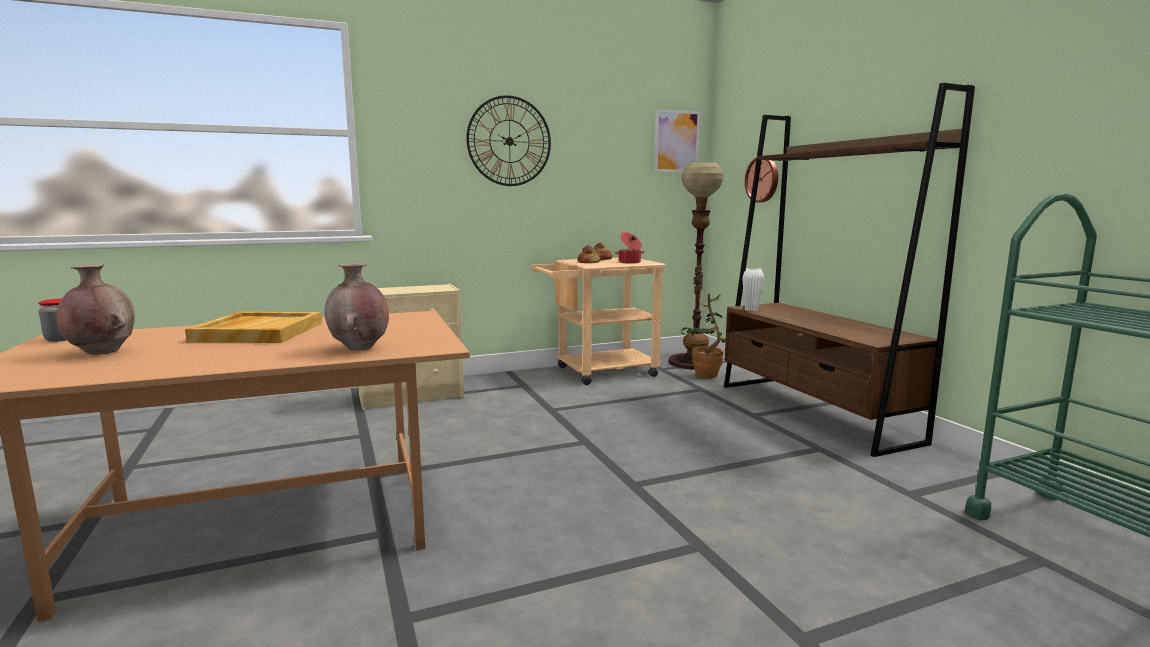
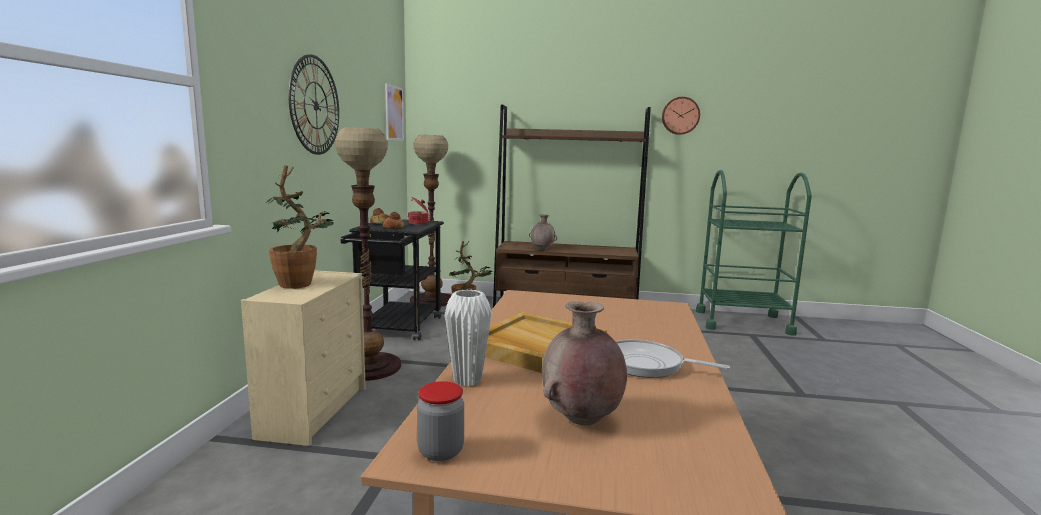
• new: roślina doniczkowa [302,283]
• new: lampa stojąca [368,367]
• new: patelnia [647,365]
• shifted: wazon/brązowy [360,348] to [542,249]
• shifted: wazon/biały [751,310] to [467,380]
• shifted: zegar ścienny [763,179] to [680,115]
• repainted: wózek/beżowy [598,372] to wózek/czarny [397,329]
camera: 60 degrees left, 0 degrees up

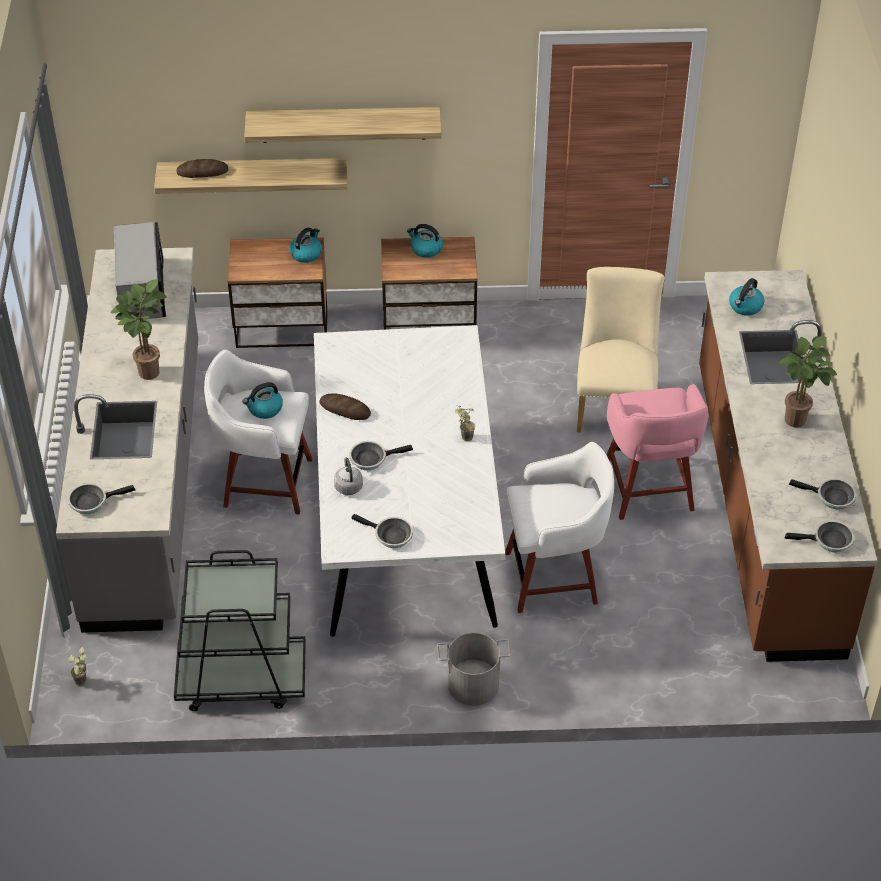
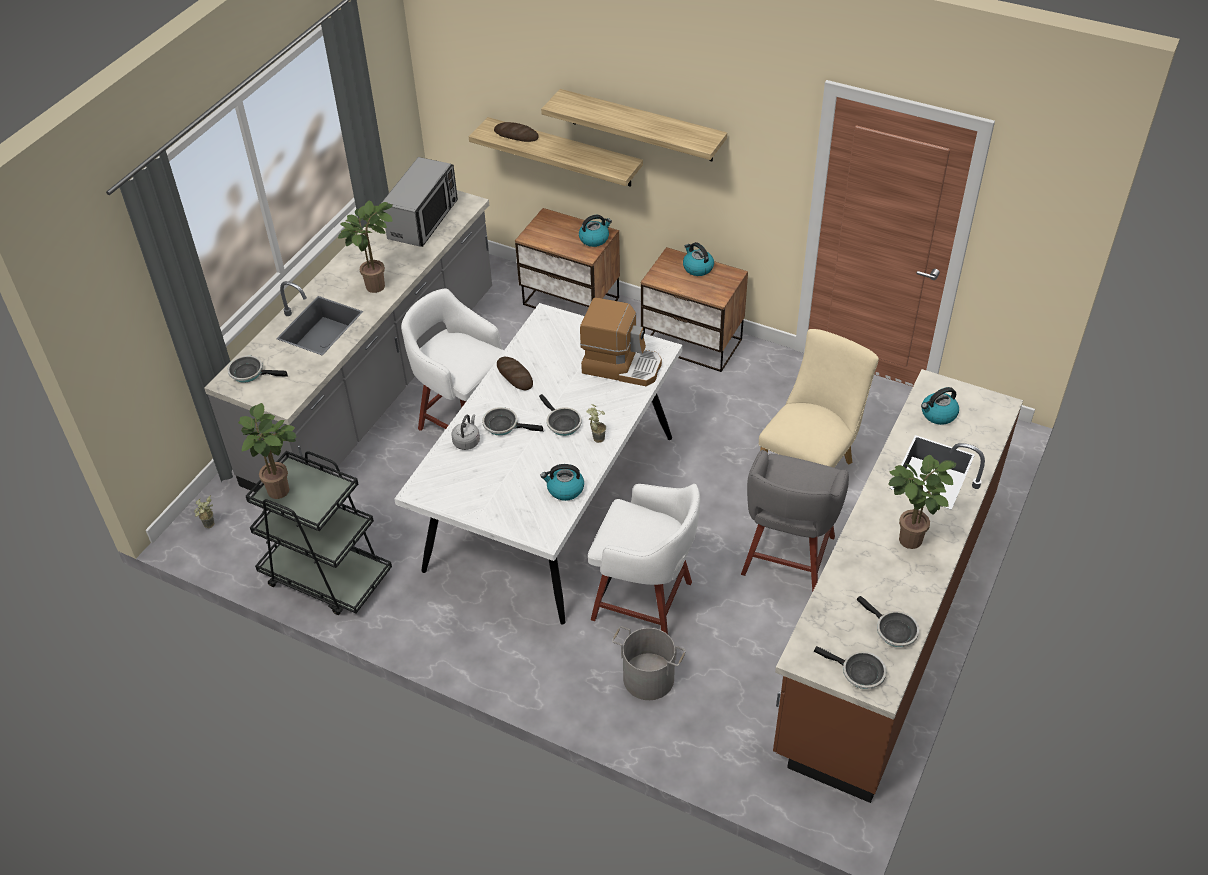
• new: roślina doniczkowa [281,492]
• new: ekspres do kawy [621,365]
• shifted: czajnik [264,409] to [564,489]
• shifted: patelnia [390,535] to [562,423]
• shifted: wiadro/szary [473,683] to [649,677]
• repainted: stołek/różowy [648,490] to stołek/szary [786,558]
camera: 30 degrees right, 0 degrees up

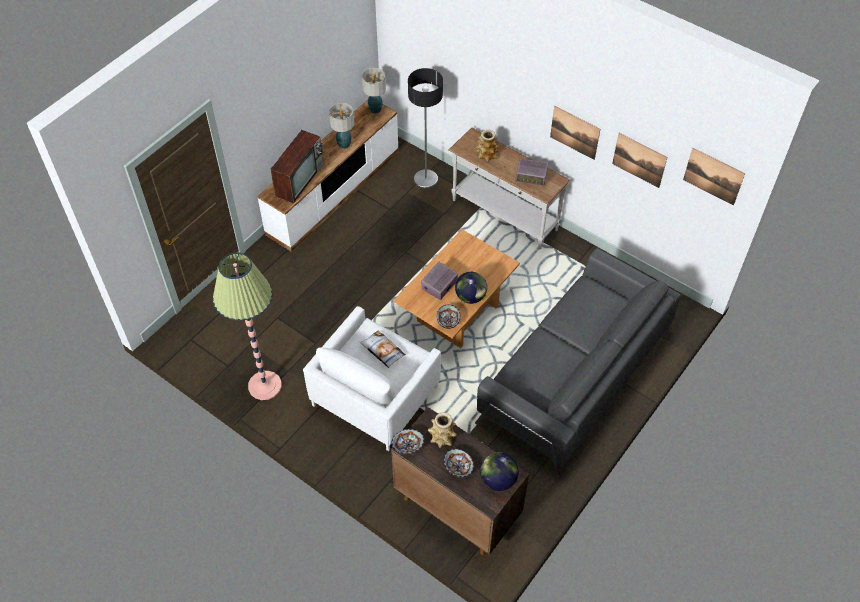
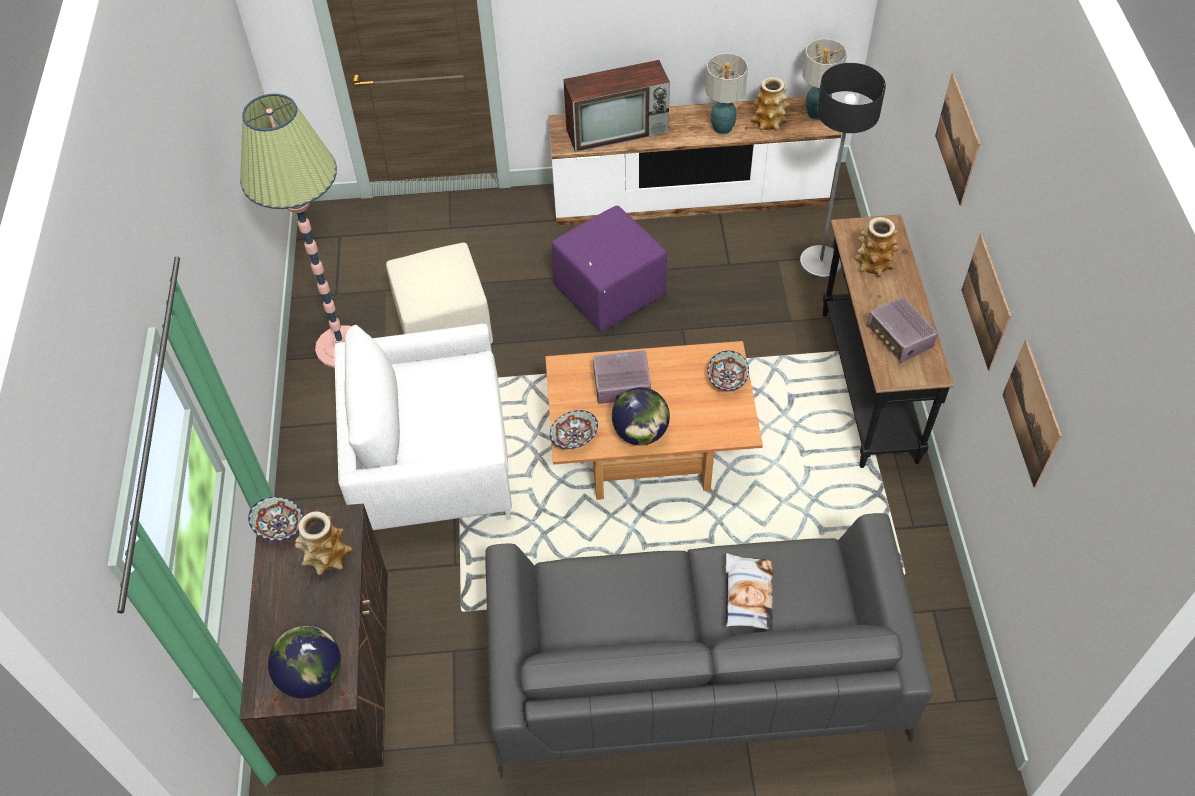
• new: pufa/beżowy [445,327]
• new: pufa/fioletowy [609,293]
• new: wazon [769,122]
• shifted: poduszka [382,351] to [747,594]
• shifted: miska [458,467] to [726,378]
• shifted: obraz [713,176] to [957,139]
• repainted: stolik konsolowy/biały [504,216] to stolik konsolowy/czarny [866,385]
camera: 50 degrees right, 0 degrees up

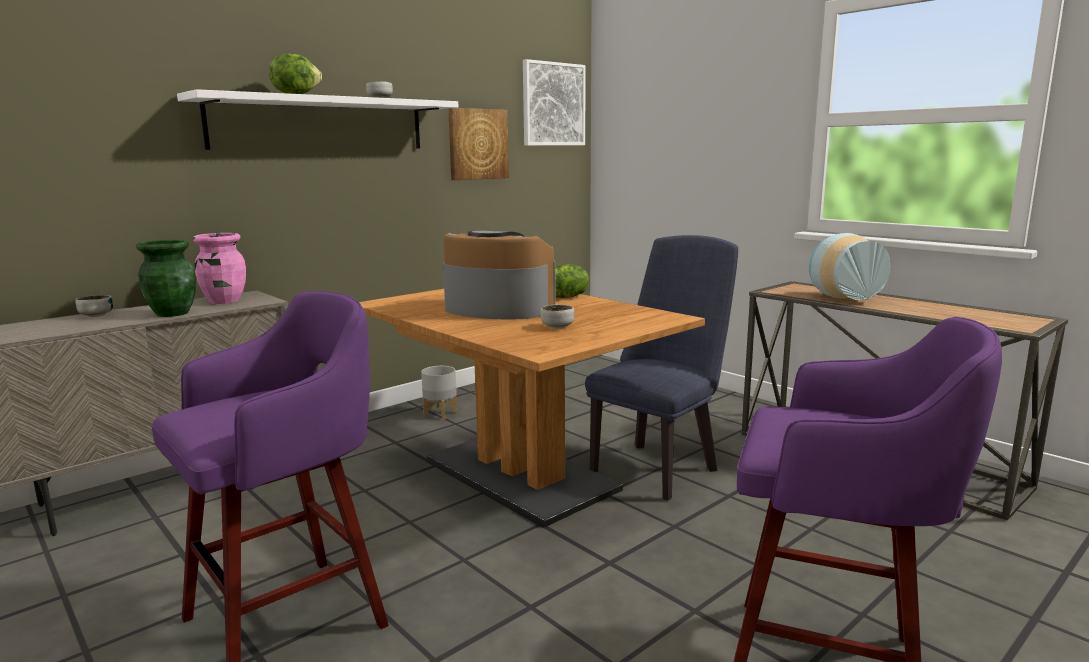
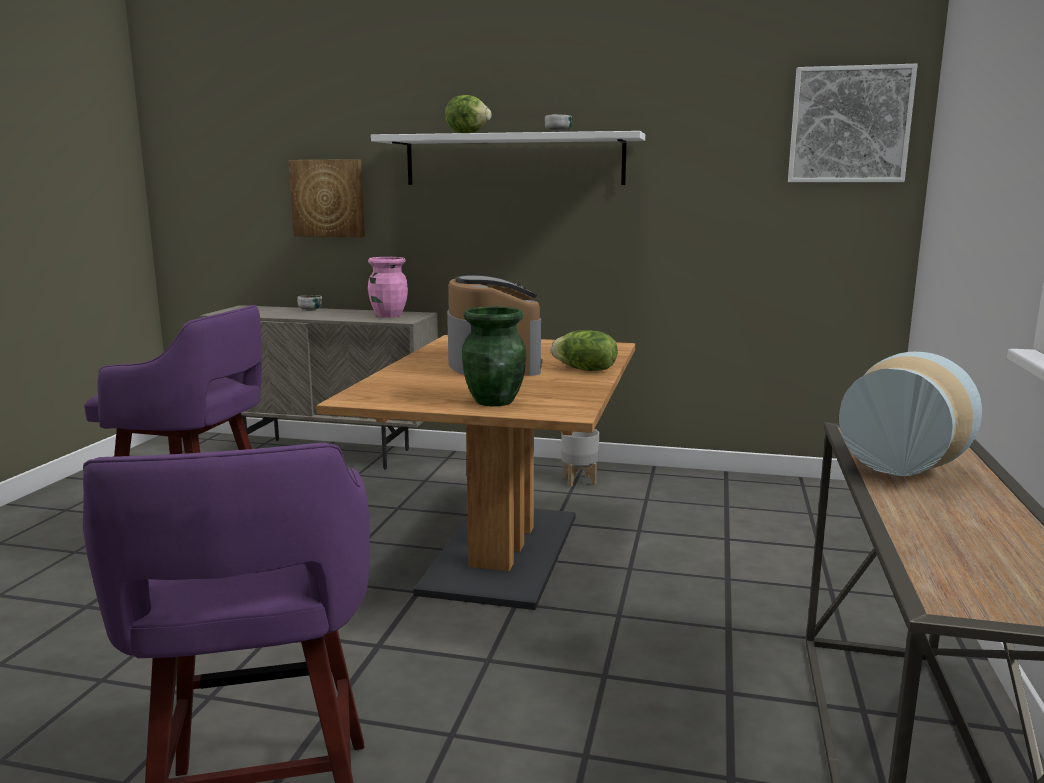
• gone: miska [557,327]
• gone: krzesło/niebieski [659,467]
• shifted: wazon/zielony [173,313] to [495,401]
• shifted: obraz [477,144] to [328,198]
camera: 55 degrees right, 0 degrees up

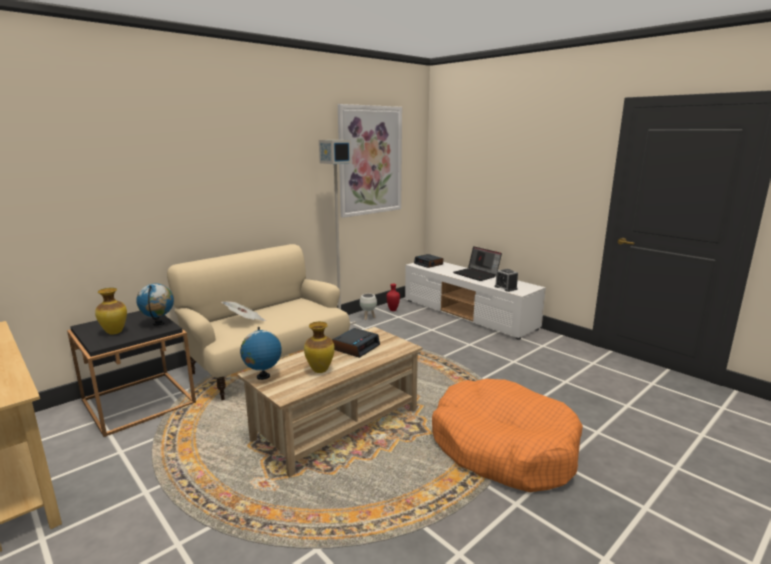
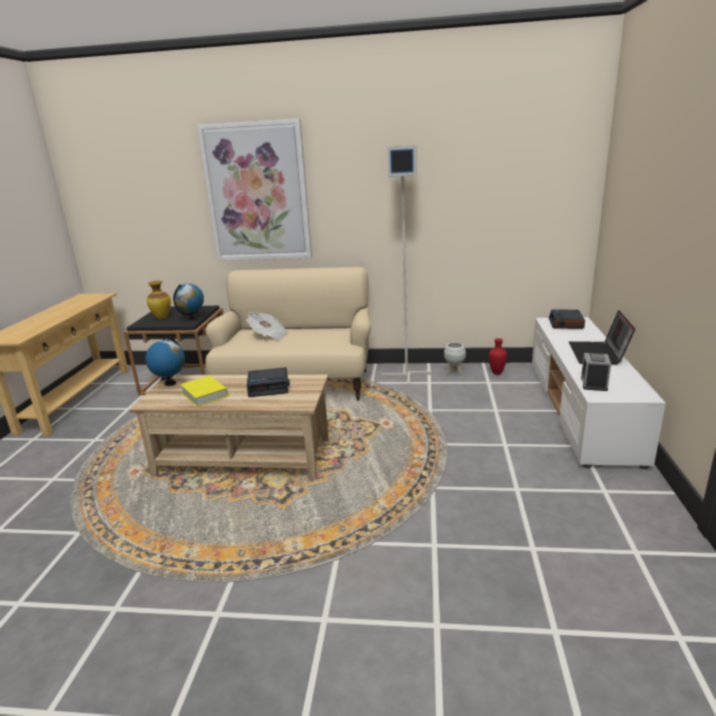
• gone: legowisko/pomarańczowy [503,447]
• shifted: obraz [370,160] to [257,193]
• swapped: wazon [319,370] to książka/żółty [205,394]
camera: 50 degrees right, 5 degrees up

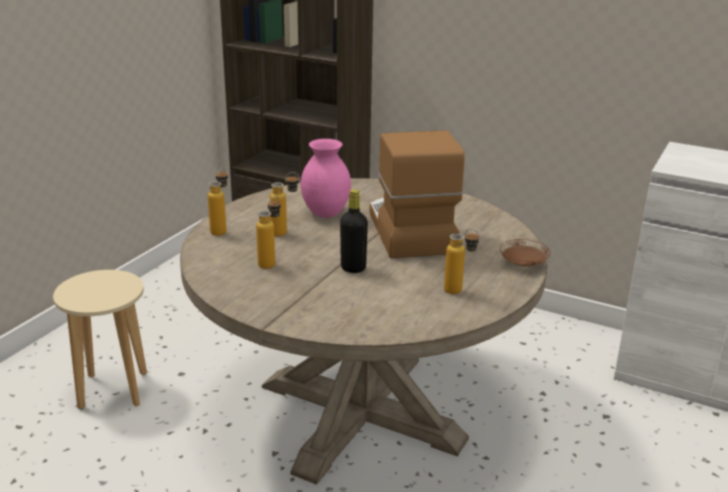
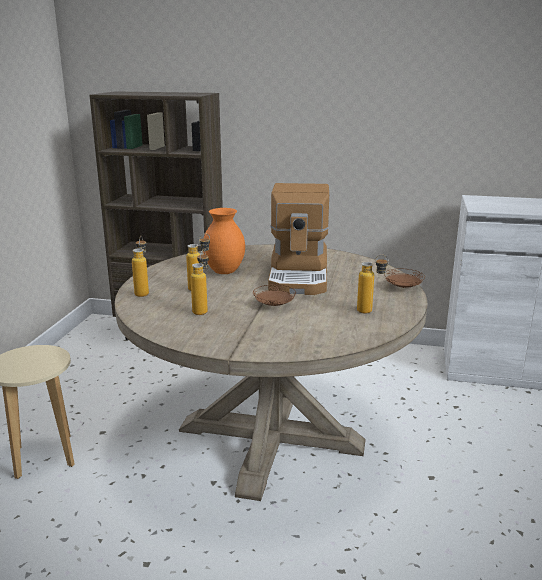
• swapped: butelka/czarny [353,268] to talerz/brązowy [274,306]
• repainted: wazon/różowy [326,213] to wazon/pomarańczowy [224,271]
• rotated: ekspres do kawy [409,231] = [300,276] 150 degrees counterclockwise
camera: 15 degrees left, 5 degrees down

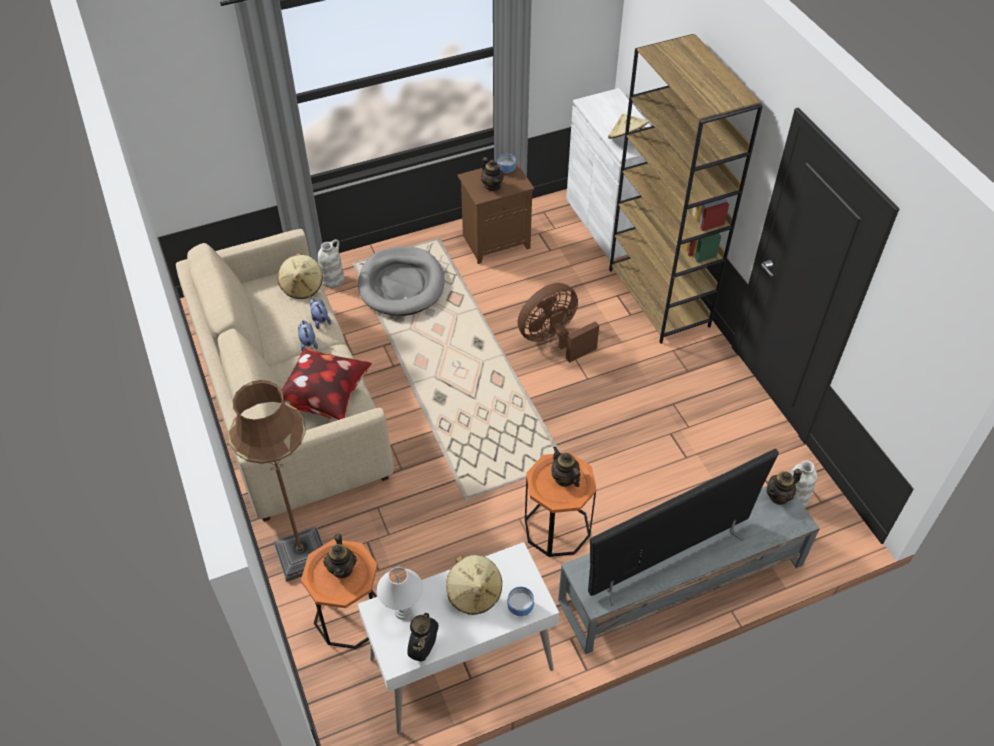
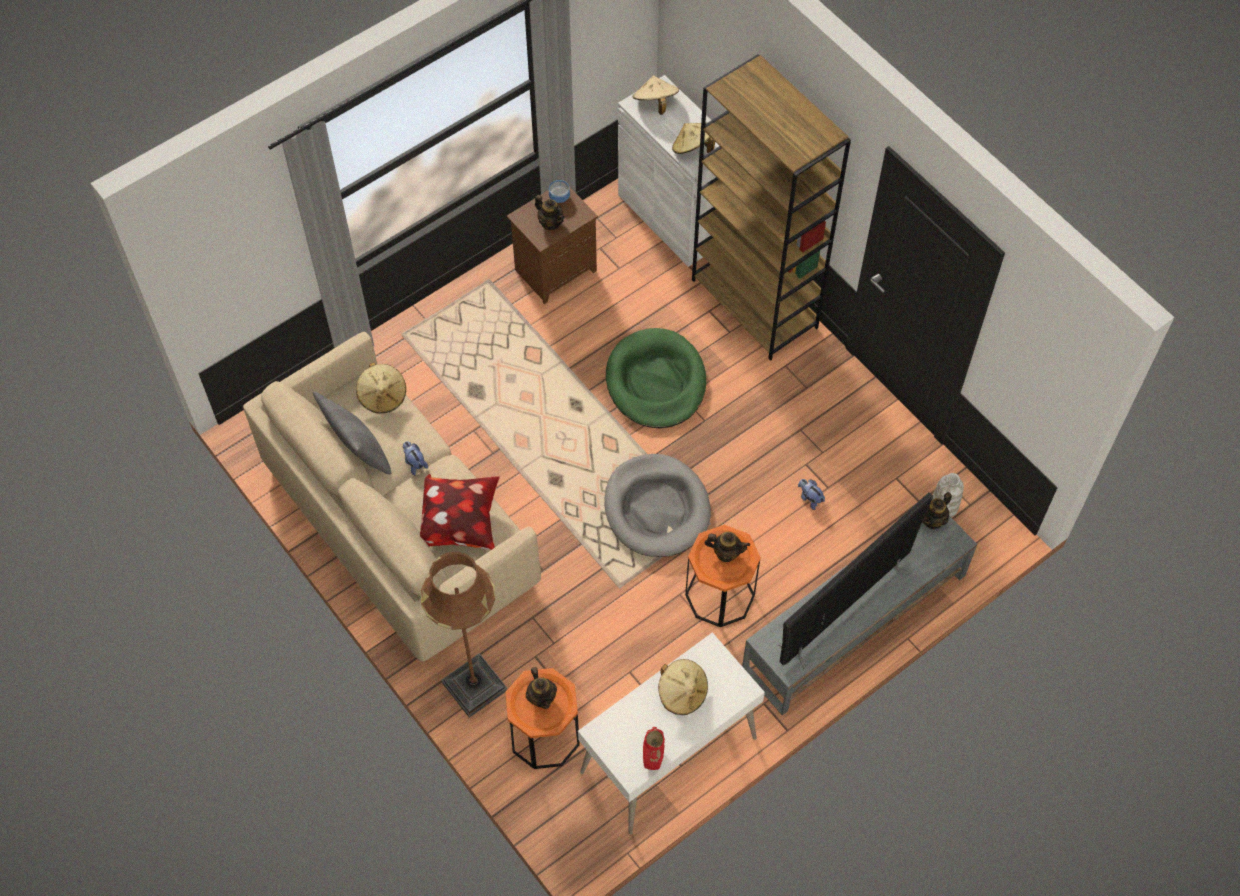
• gone: wazon/biały [332,279]
• gone: lampa stołowa/biały [403,611]
• gone: miska [519,607]
• new: poduszka/szary [359,451]
• new: kapelusz/beżowy [655,103]
• shifted: pluszak [320,320] to [809,498]
• shifted: legowisko/szary [401,284] to [656,508]
• swapped: wentylator/brązowy [553,340] to legowisko/zielony [656,382]
• repainted: wazon/czarny [423,648] to wazon/czerwony [653,756]
• rotated: imbryk [564,478] = [726,553] 150 degrees clockwise
camera: 15 degrees left, 10 degrees up

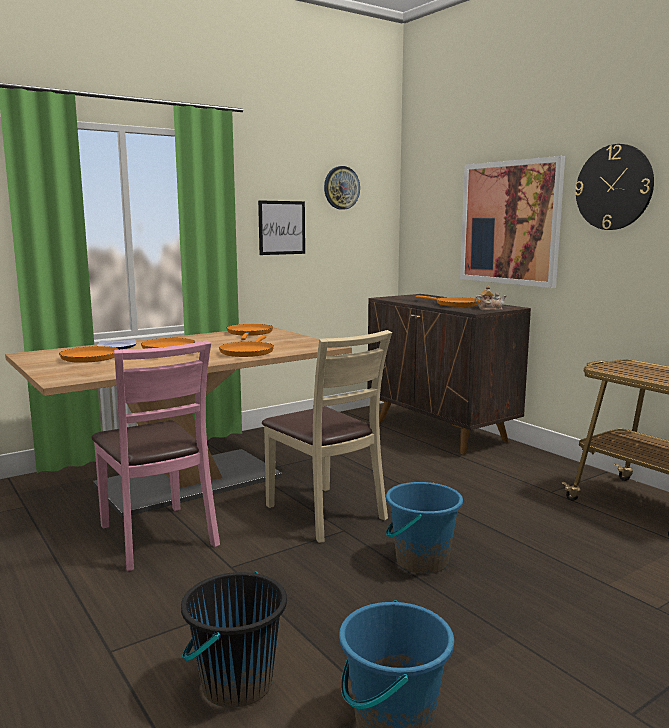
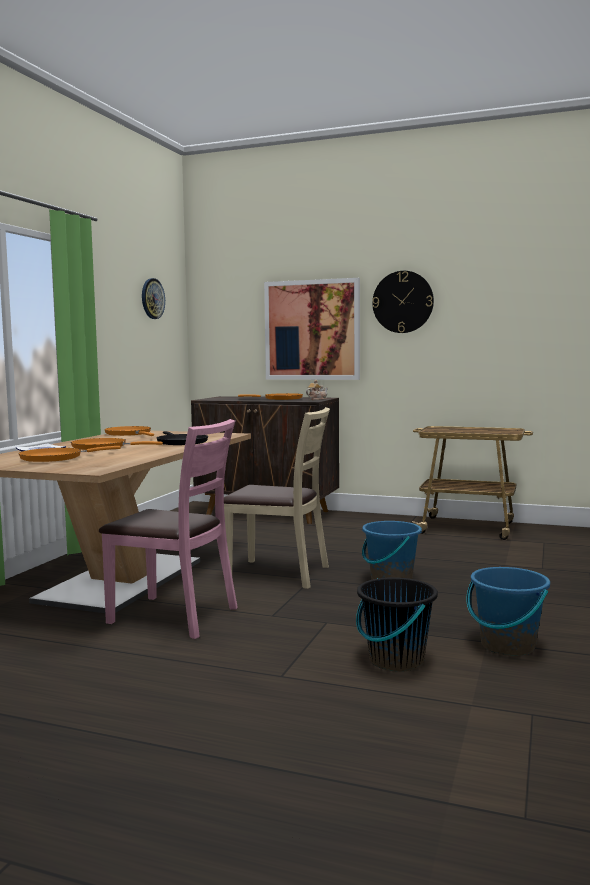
• gone: obraz [281,227]
• repainted: patelnia/pomarańczowy [247,352] to patelnia/czarny [181,442]
camera: 35 degrees left, 5 degrees down

